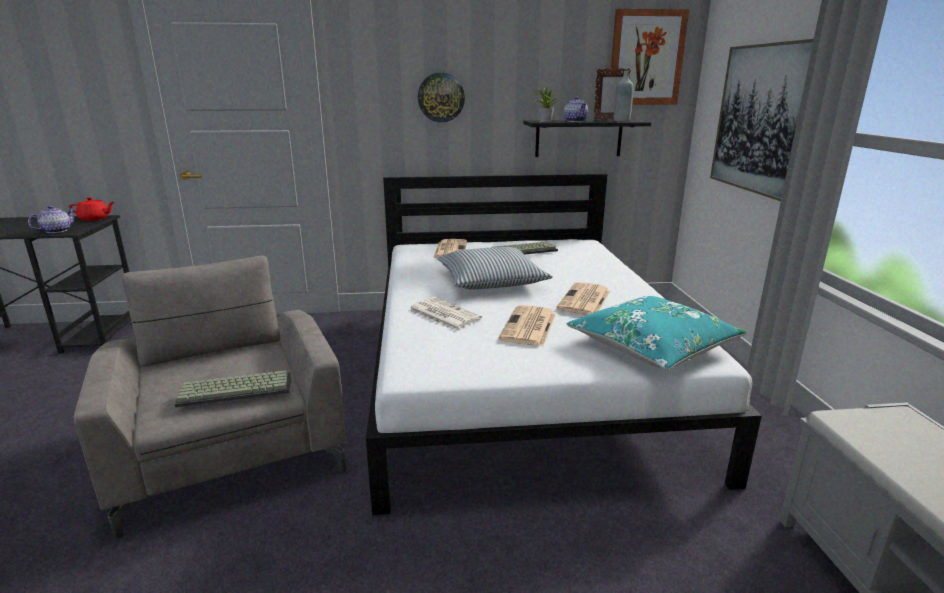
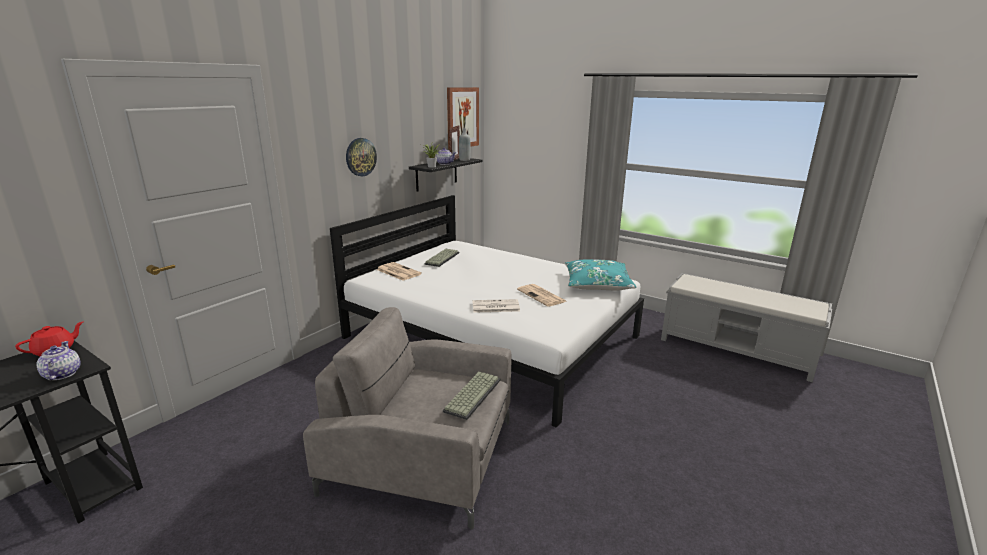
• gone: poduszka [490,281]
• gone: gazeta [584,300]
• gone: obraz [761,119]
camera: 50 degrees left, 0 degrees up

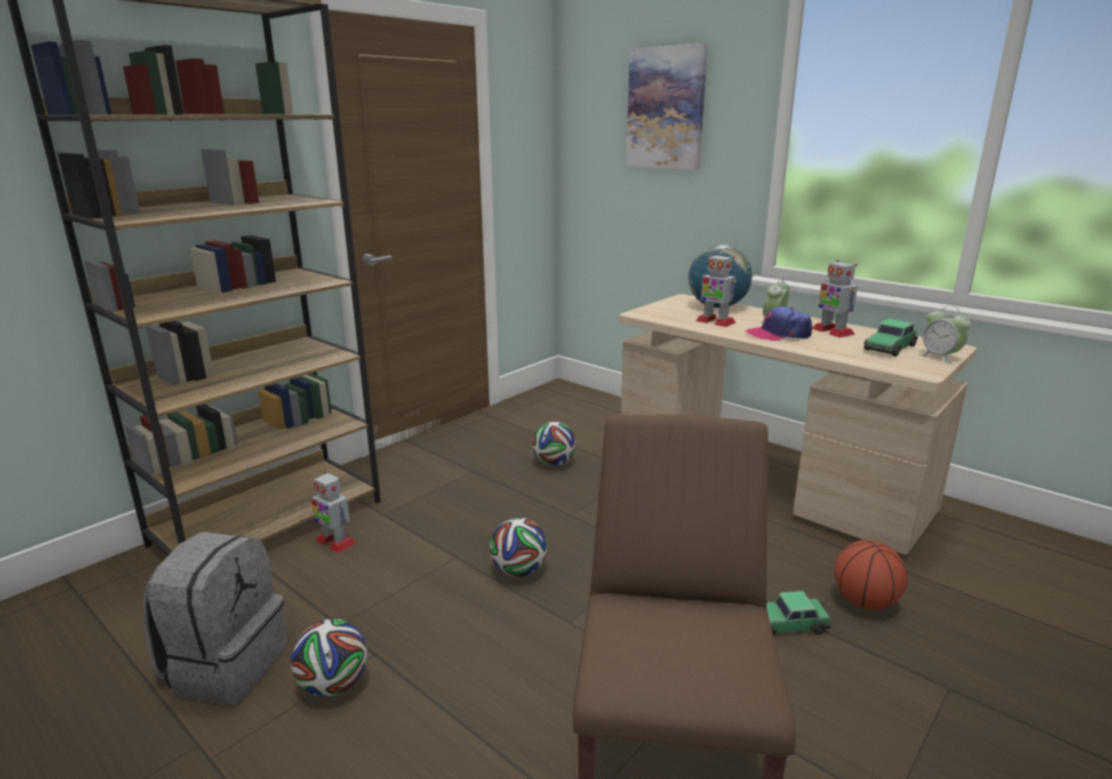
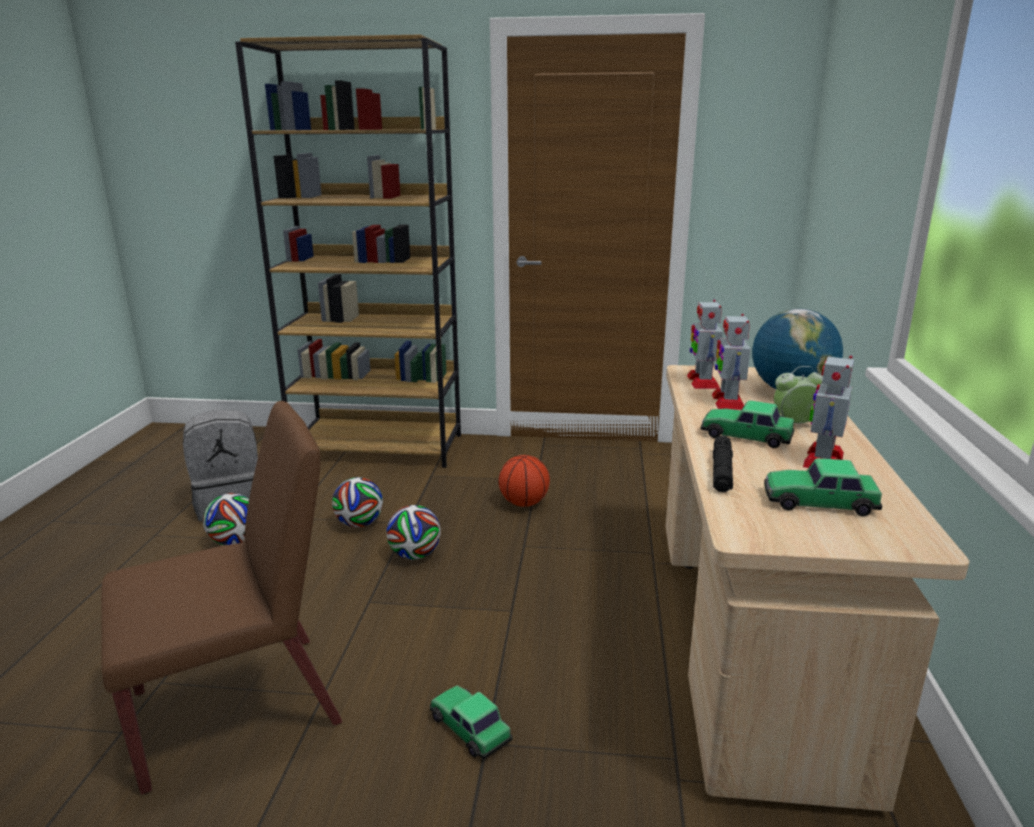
• gone: obraz [666,108]
• gone: budzik [940,357]
• new: latarka/czarny [721,471]
• shifted: robot zabawkowy [335,541] to [702,381]
• shifted: piłka futbolowa [554,463] to [359,524]
• shifted: piłka do koszykówki [864,602] to [524,503]
• swapped: czapka z daszkiem [779,334] to samochodzik [745,436]
camera: 55 degrees right, 0 degrees up

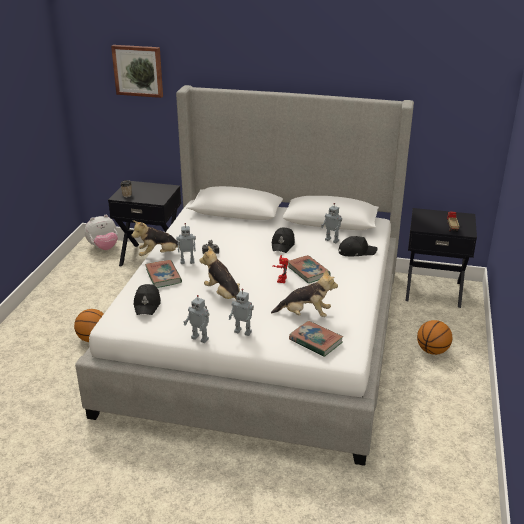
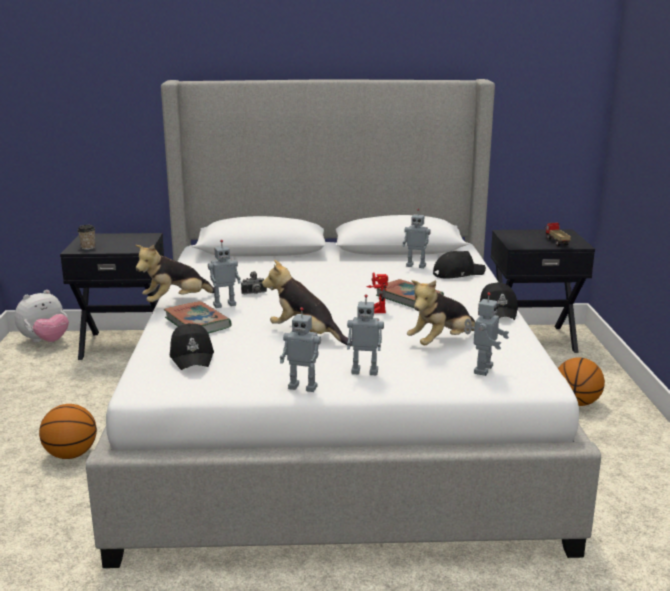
• gone: obraz [138,70]
• shifted: czapka z daszkiem/czarny [283,244] to [498,310]
• swapped: książka [315,341] to robot zabawkowy [481,369]
• rotated: pluszak [305,315] = [442,343] 150 degrees clockwise
camera: 15 degrees left, 10 degrees down

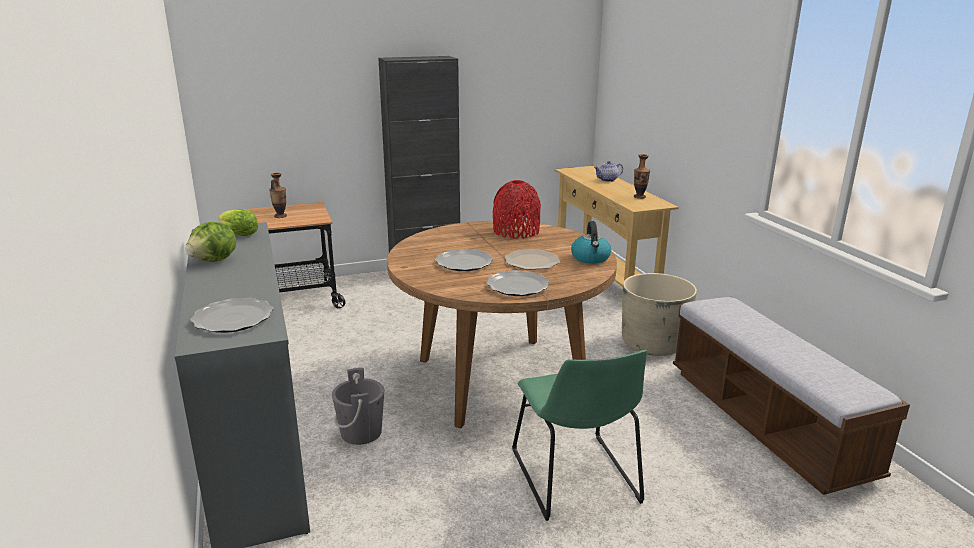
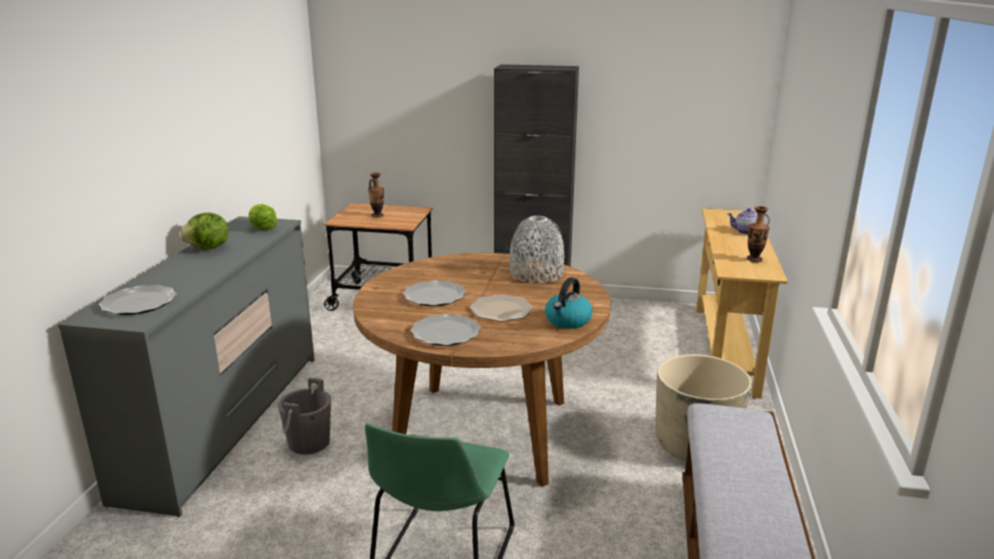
• repainted: wazon/czerwony [516,231] to wazon/szary [536,274]
camera: 30 degrees right, 0 degrees up

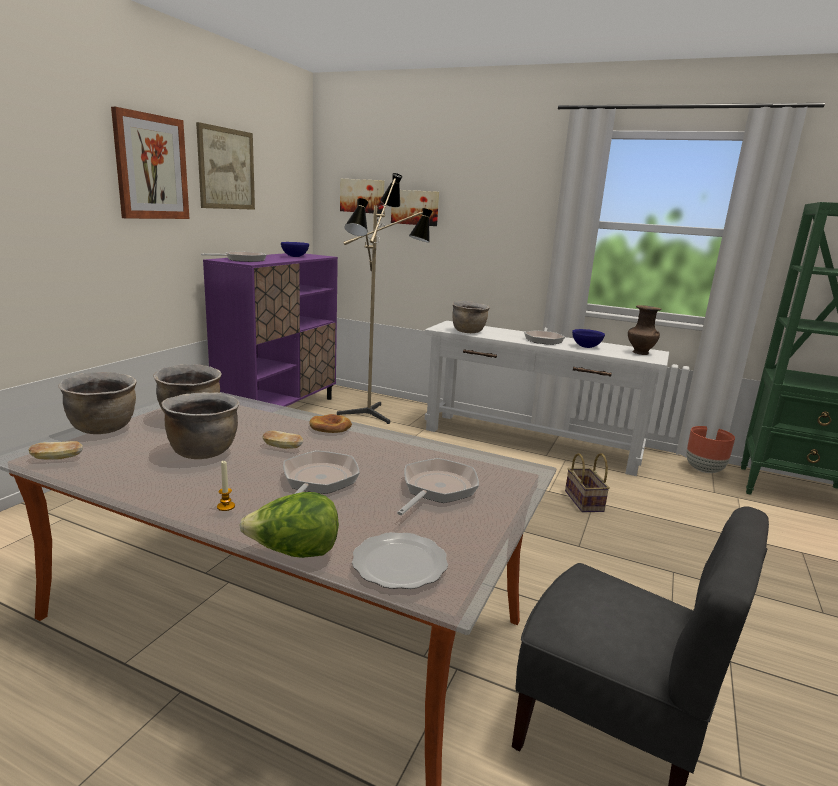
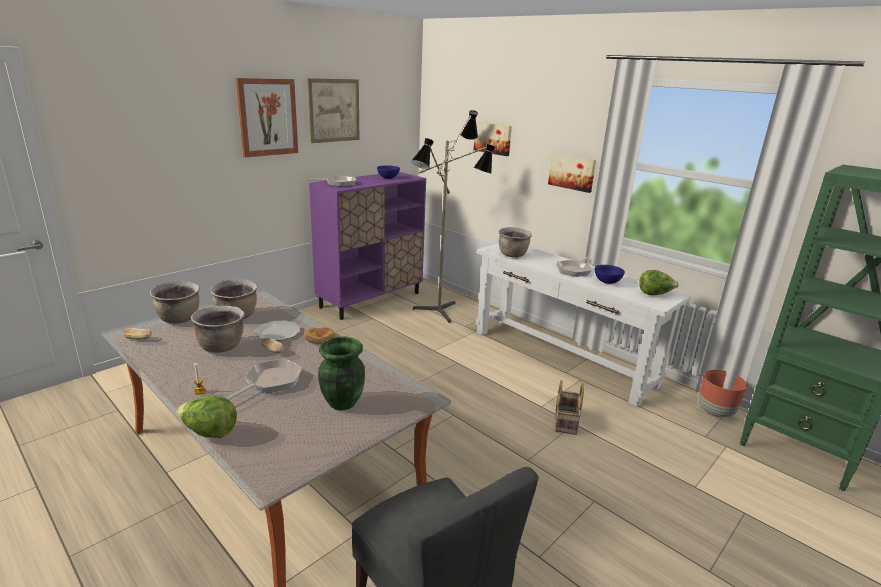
• shifted: obraz [362,196] to [572,172]
• shifted: talerz [398,563] to [278,332]
• swapped: patelnia [436,489] to wazon/zielony [341,403]
• swapped: wazon/brązowy [639,353] to sałata [655,294]
camera: 20 degrees right, 5 degrees up

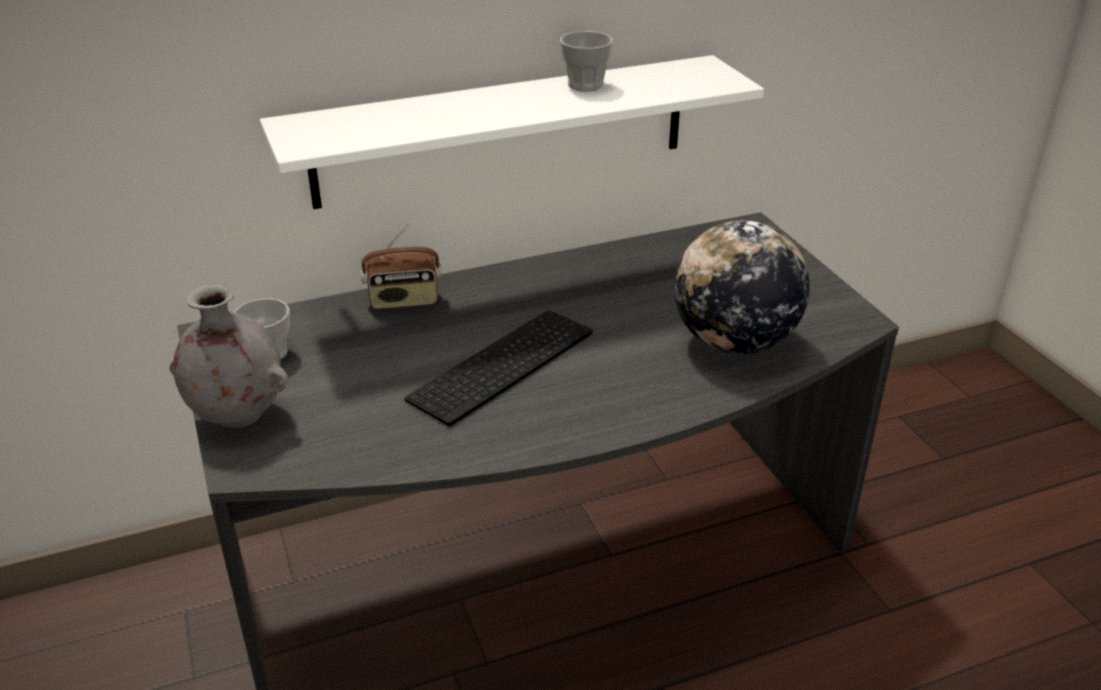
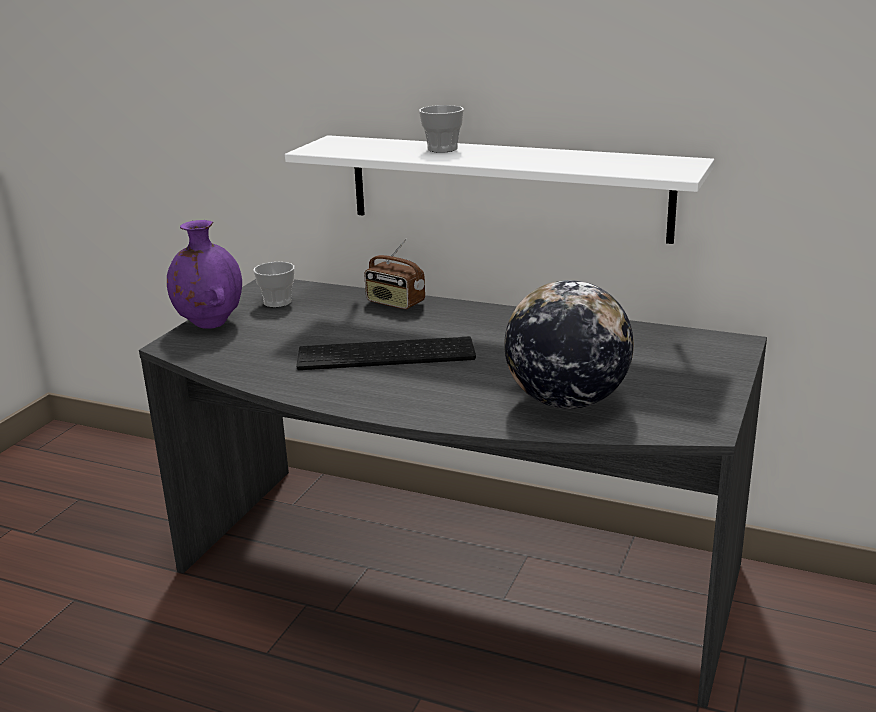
• shifted: filiżanka [585,85] to [442,149]
• repainted: wazon/szary [237,417] to wazon/fioletowy [209,324]
camera: 45 degrees right, 10 degrees down

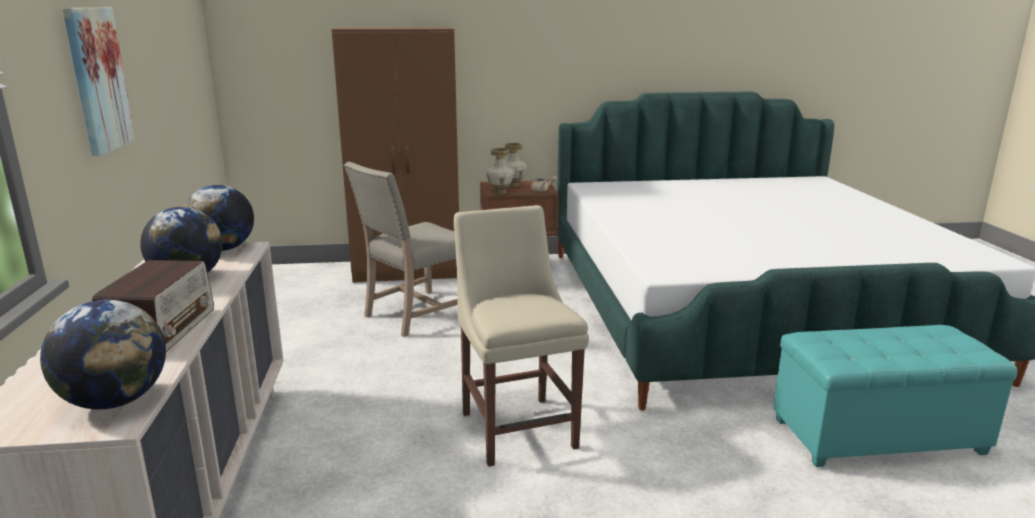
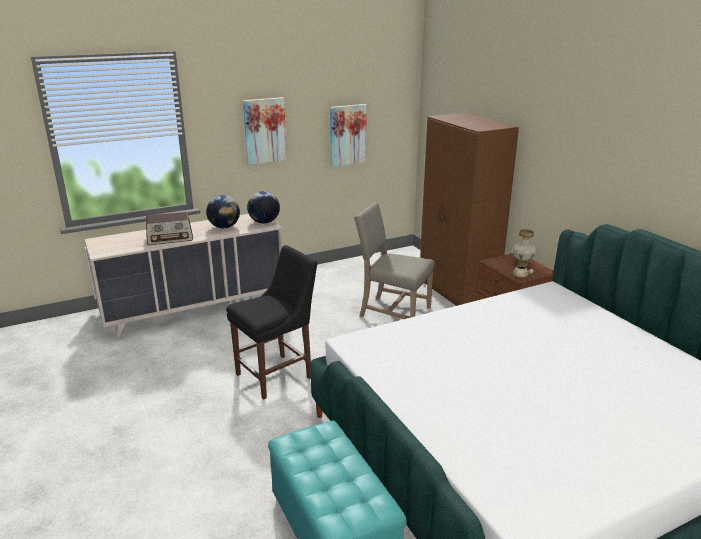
• gone: globus [115,401]
• gone: wazon [500,192]
• new: obraz [347,135]
• repainted: krzesło/beżowy [517,426] to krzesło/czarny [277,375]
camera: 70 degrees right, 5 degrees up

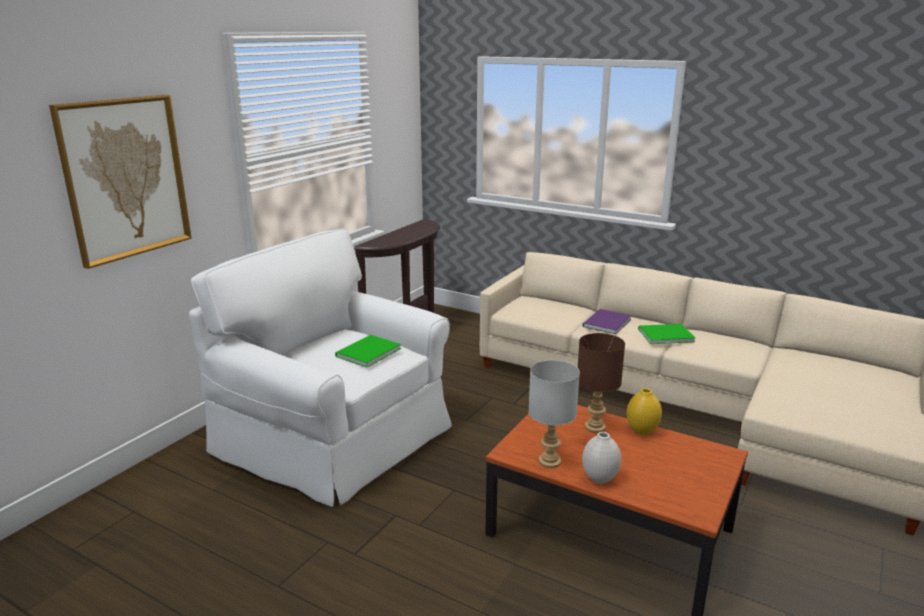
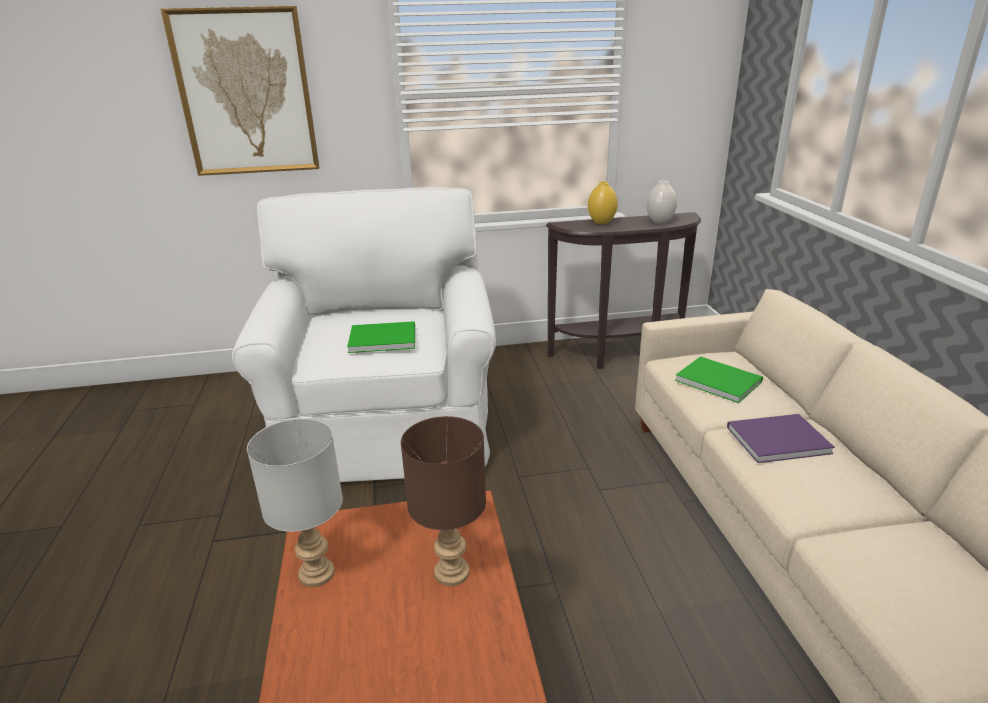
• shifted: wazon/biały [600,479] to [659,222]
• shifted: wazon/żółty [641,431] to [601,222]
• shifted: książka/zielony [664,335] to [717,380]
camera: 50 degrees right, 5 degrees up

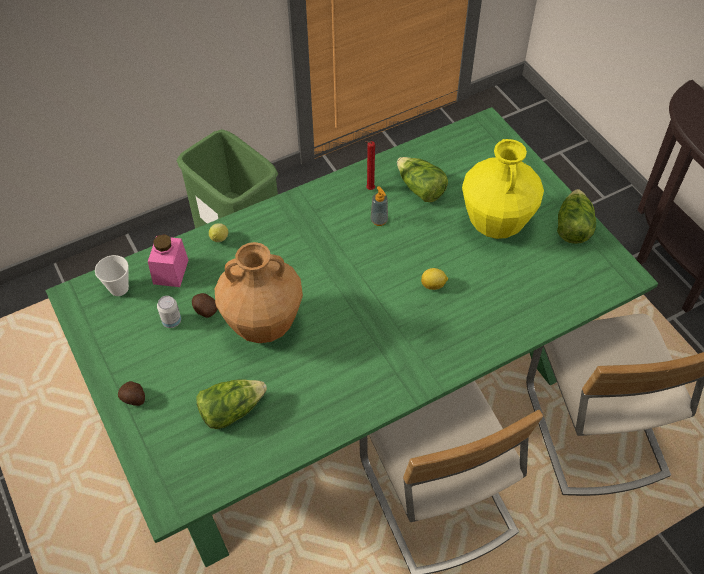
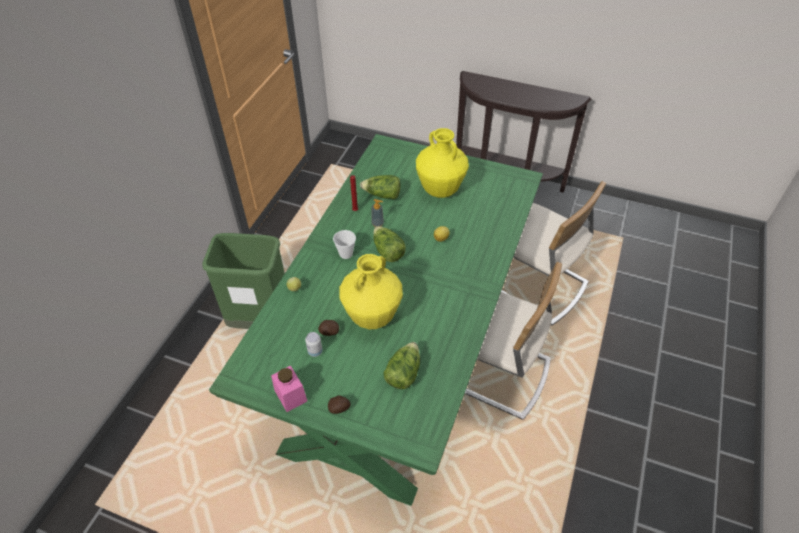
• shifted: filiżanka [119,288] to [346,254]
• shifted: słoik/różowy [171,272] to [290,395]
• shifted: sałata [572,227] to [387,251]
• repainted: wazon/brązowy [264,325] to wazon/żółty [372,317]
camera: 40 degrees left, 5 degrees down

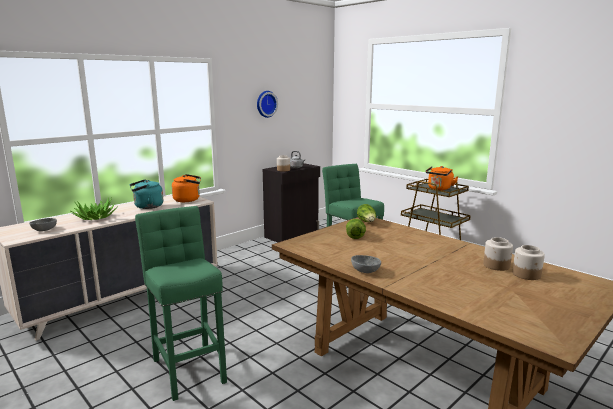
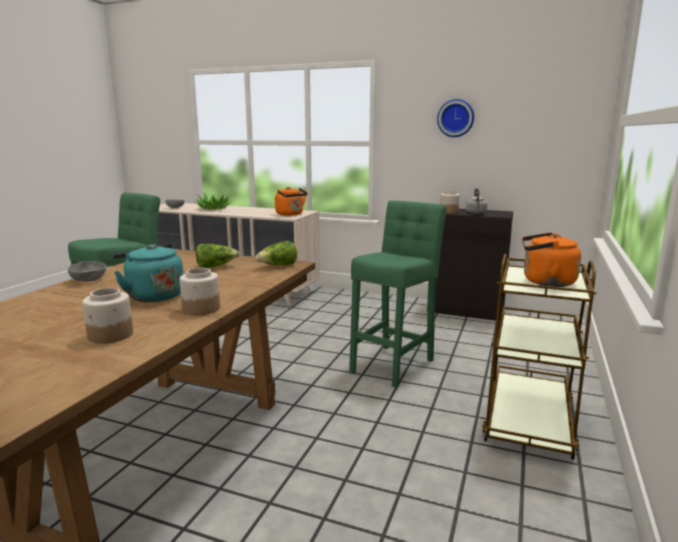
• shifted: czajnik/turkusowy [147,207] to [153,296]
• shifted: słoik [527,274] to [201,309]
camera: 65 degrees right, 0 degrees up

